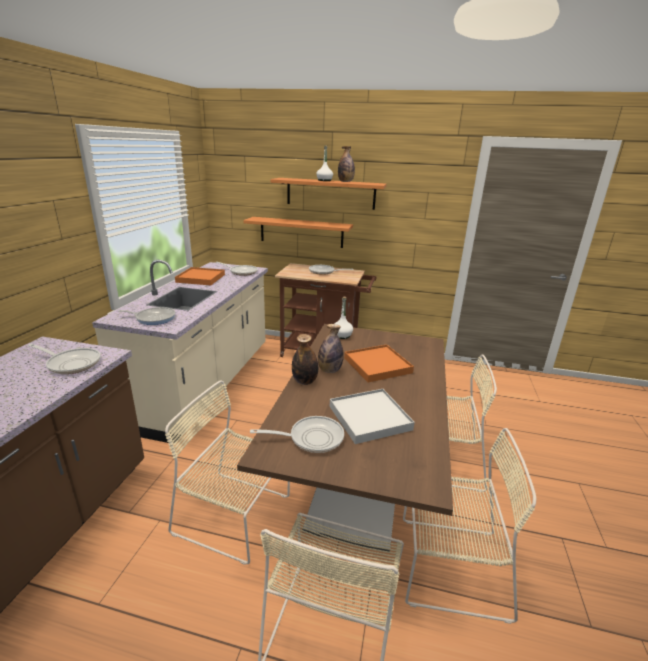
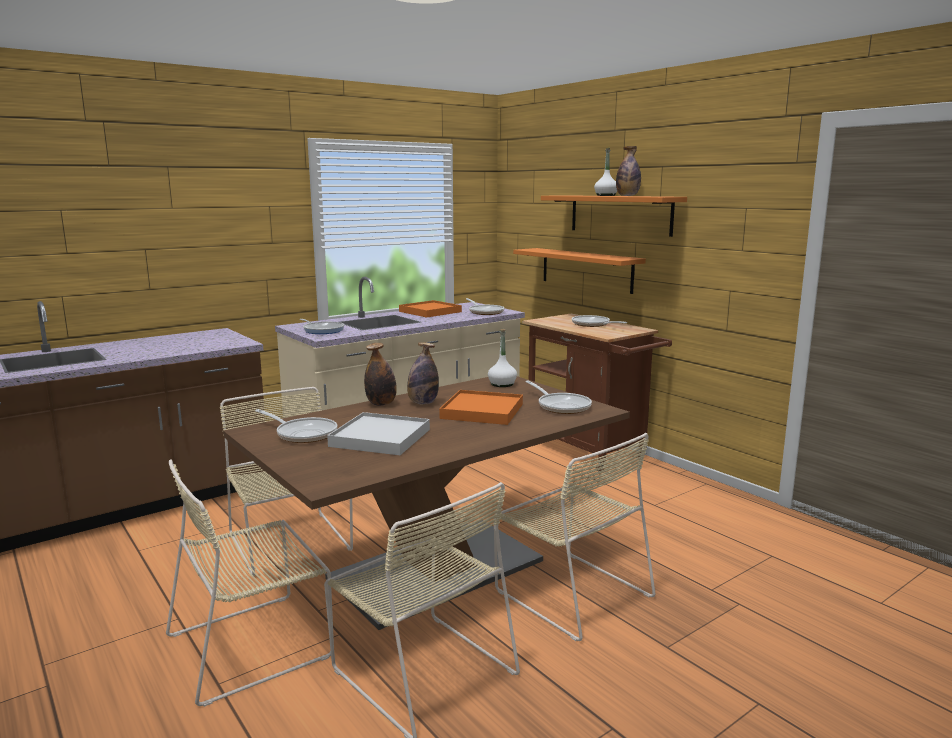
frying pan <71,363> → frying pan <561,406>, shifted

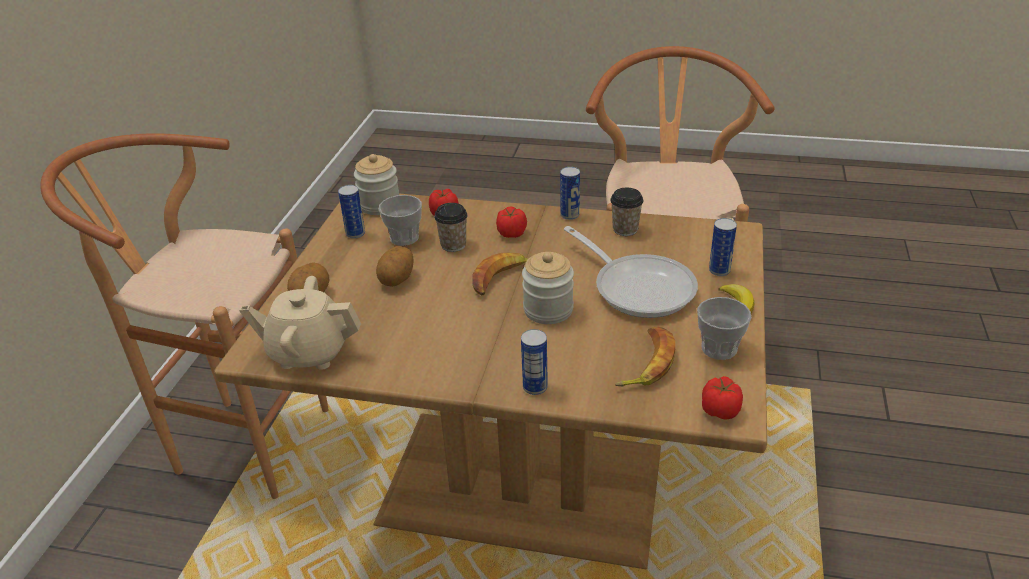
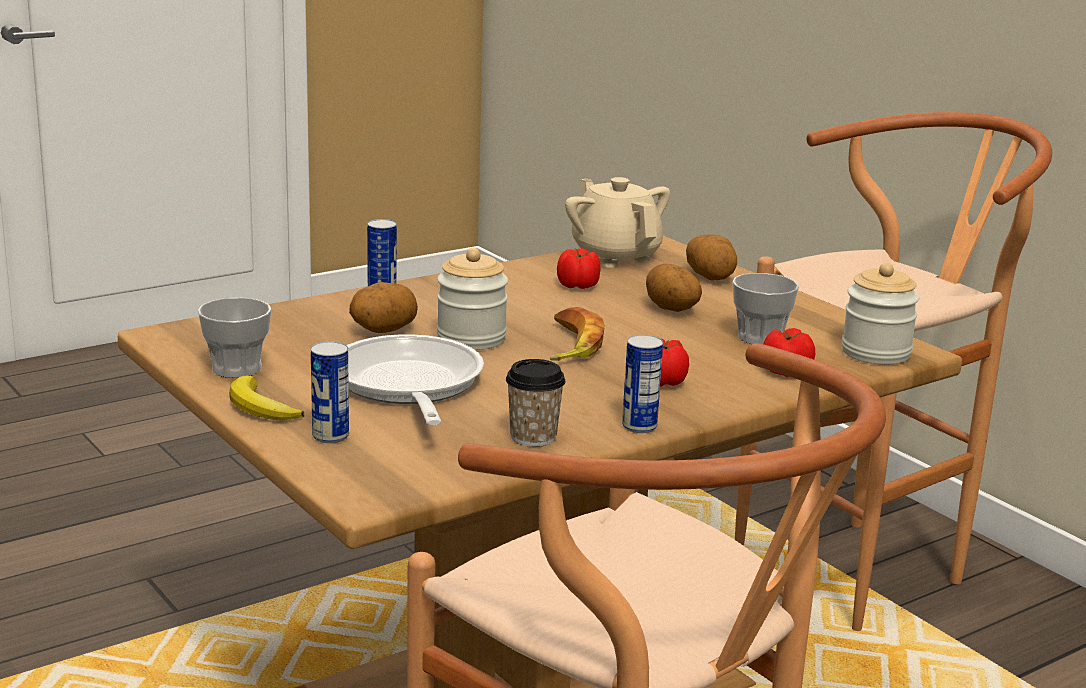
can <355,233> → -
cup <453,245> → -
banana <647,363> → -
- → potato <383,331>
tomato <720,409> → tomato <578,286>, shifted
teapot (beige) <309,352> → teapot (beige) <615,256>, 75 degrees counterclockwise
frying pan <638,287> → frying pan <407,386>, 75 degrees clockwise

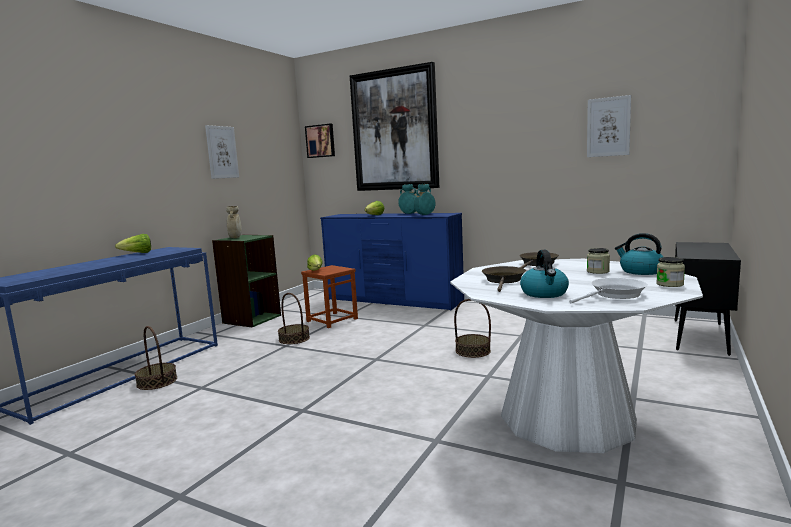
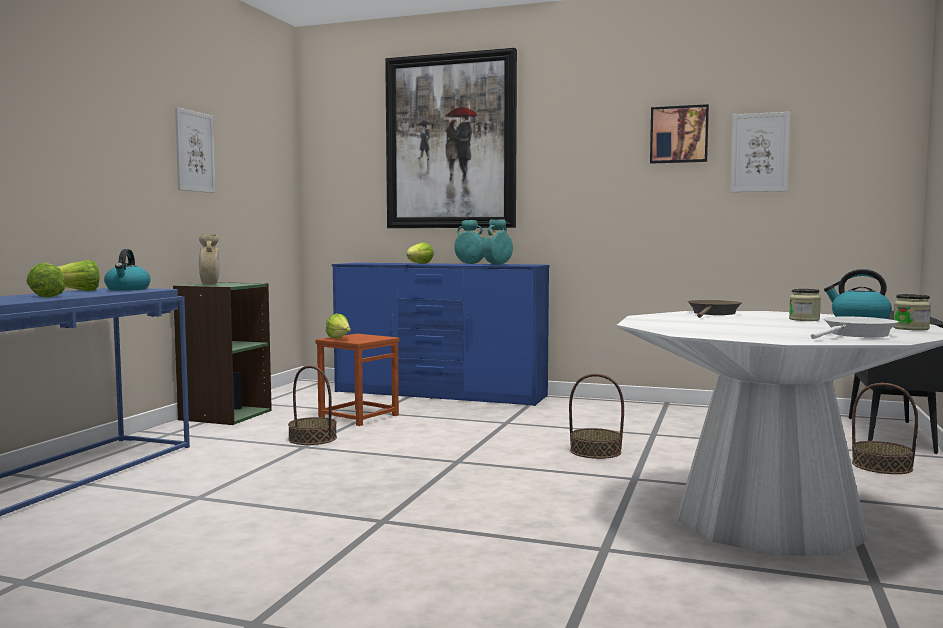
frying pan (brown) <504,280> → -
- → lettuce <47,296>
basket <157,382> → basket <882,466>, shifted
picture <320,141> → picture <679,134>, shifted
kettle <544,293> → kettle <128,289>, shifted

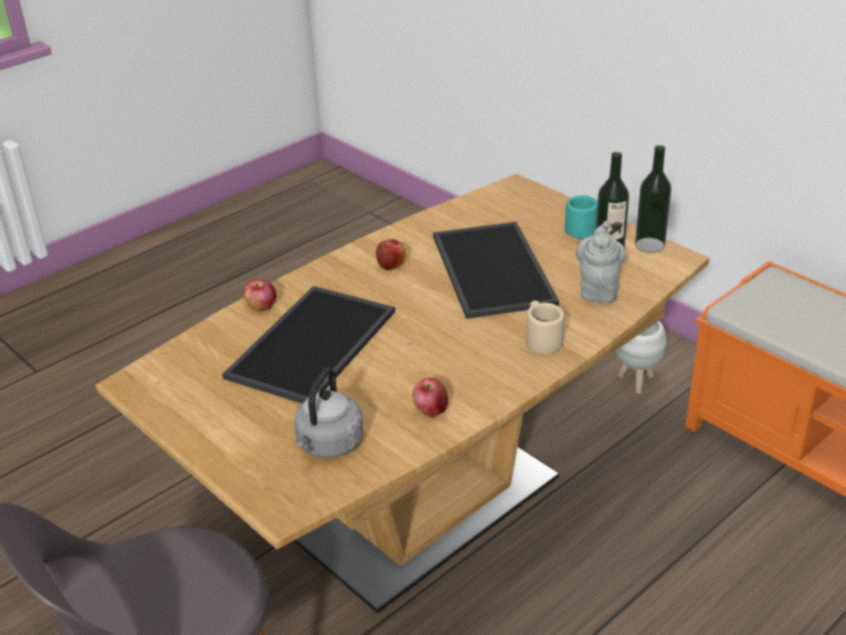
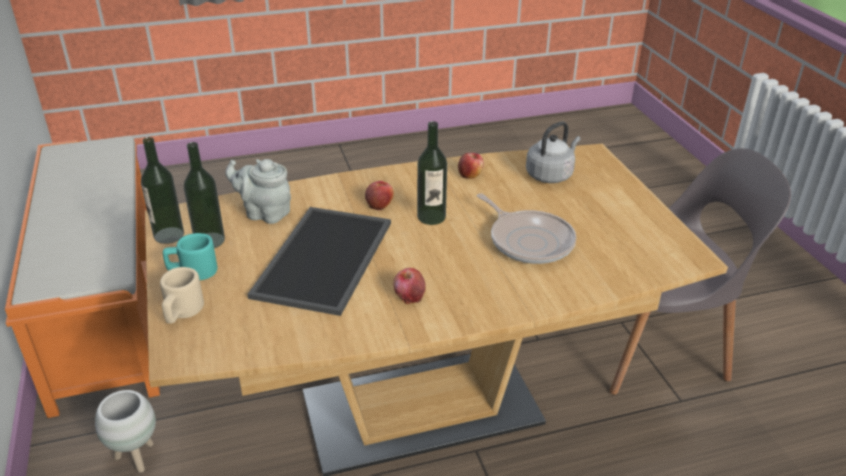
- → bottle <431,217>
apple <261,306> → apple <379,204>, shifted
mug (beige) <541,339> → mug (beige) <182,312>, shifted
tray <313,345> → frying pan <528,240>
teapot (grey) <598,289> → teapot (grey) <264,213>, 75 degrees clockwise

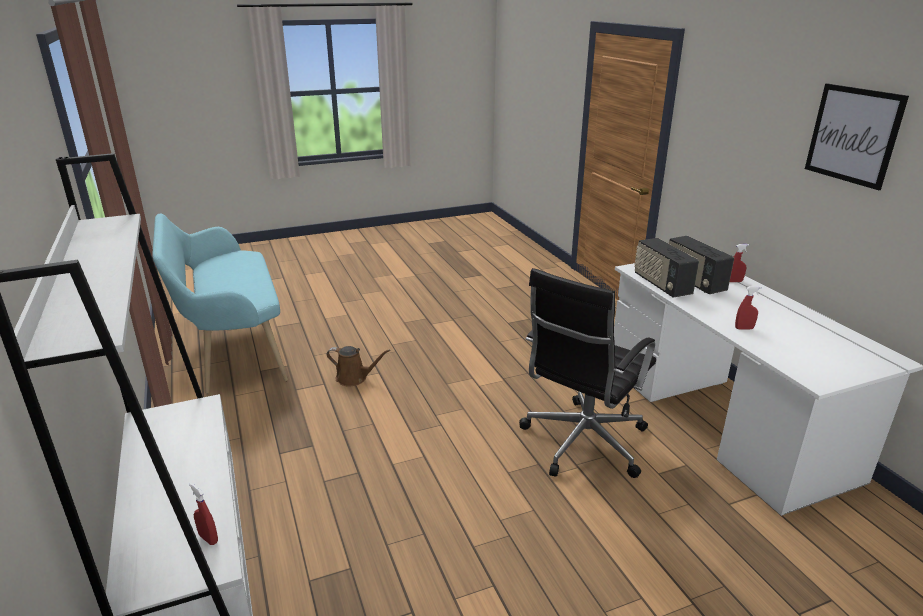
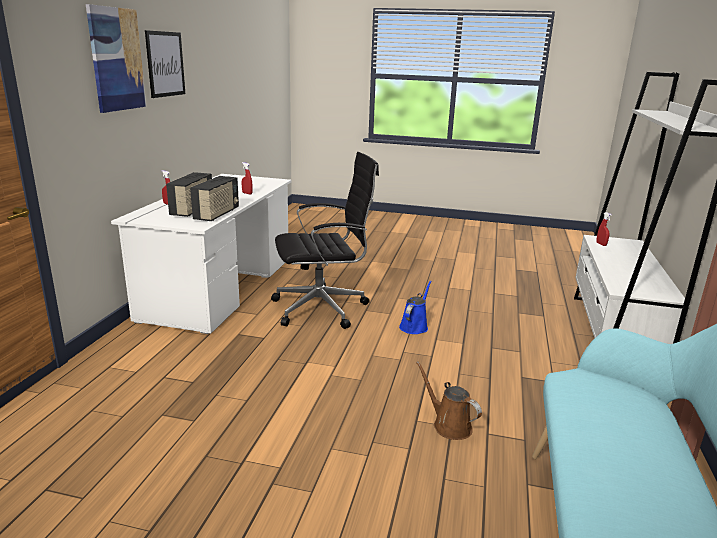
- → picture <116,59>
- → watering can (blue) <414,326>

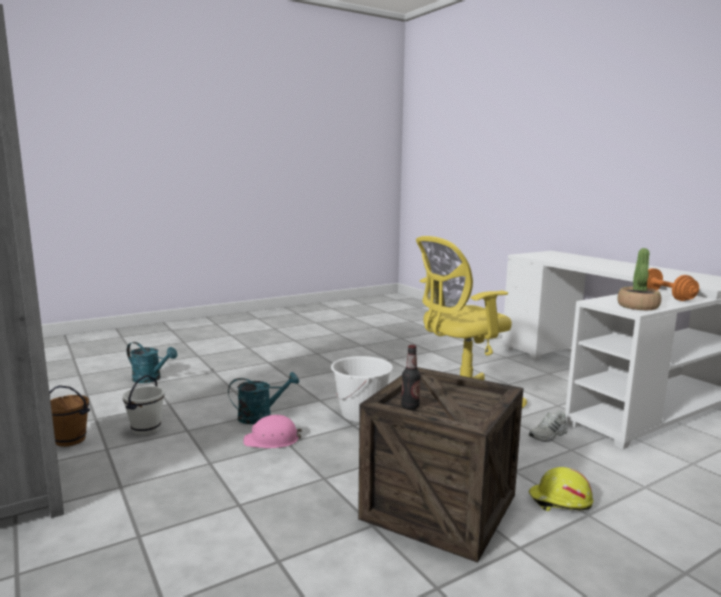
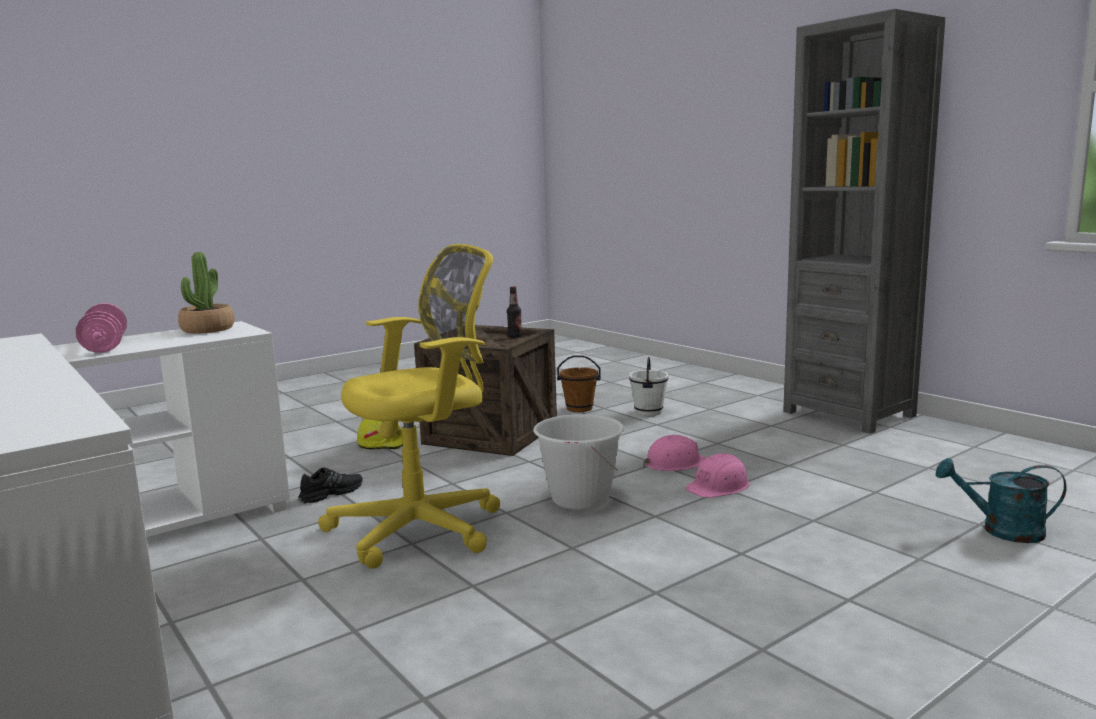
bucket (brown) <71,440> → bucket (brown) <579,409>, shifted
bucket (white) <146,429> → bucket (white) <649,412>, shifted
watering can (turquoise) <261,416> → hard hat (pink) <719,486>
shoe (white) <548,435> → shoe (black) <331,493>
dumbbell (orange) <665,296> → dumbbell (pink) <105,346>

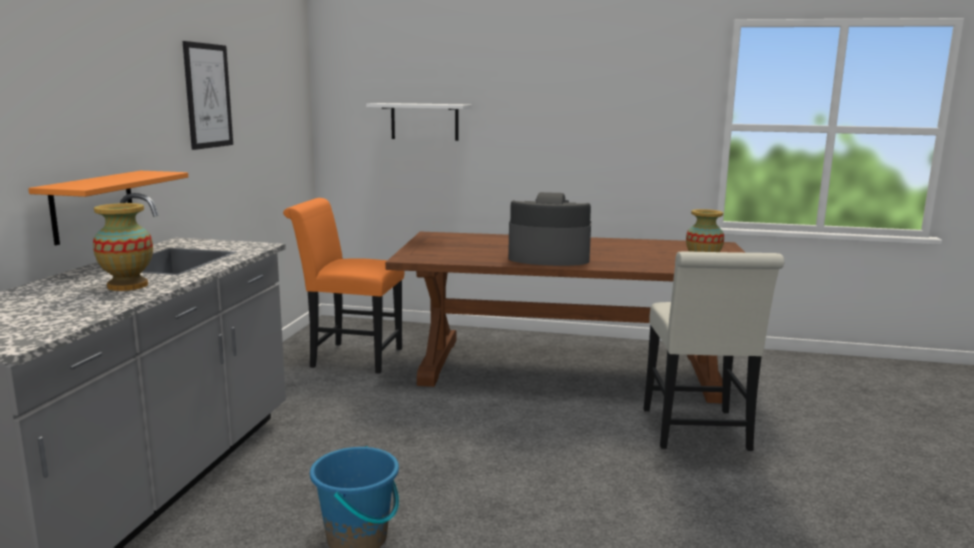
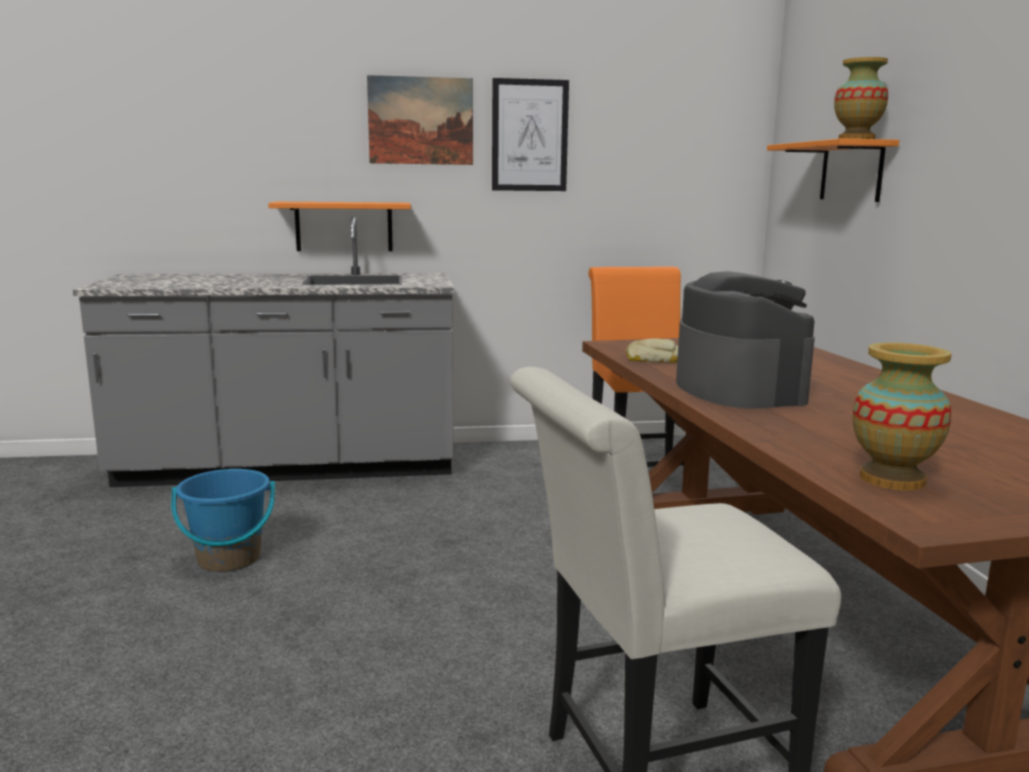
- → picture <420,121>
- → bread <653,359>
vase <127,286> → vase <856,139>, shifted
shelf (white) <424,121> → shelf (orange) <851,172>

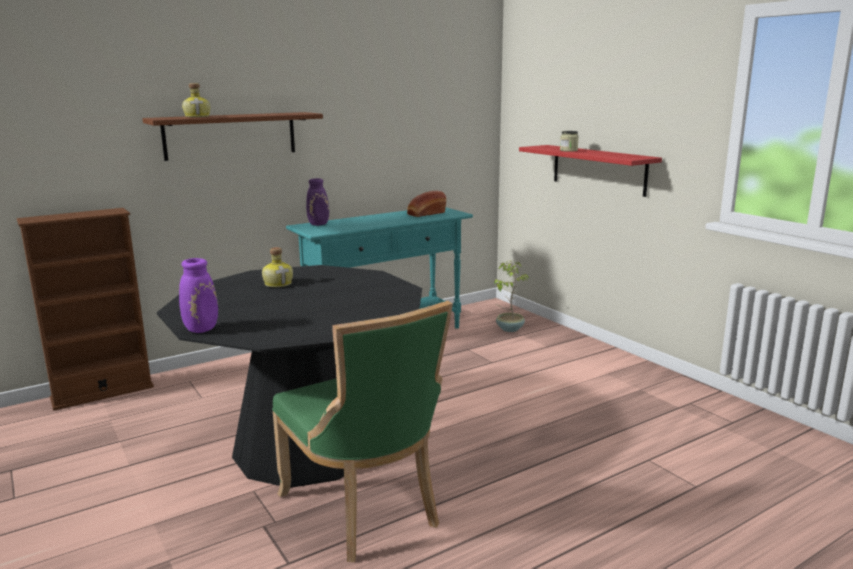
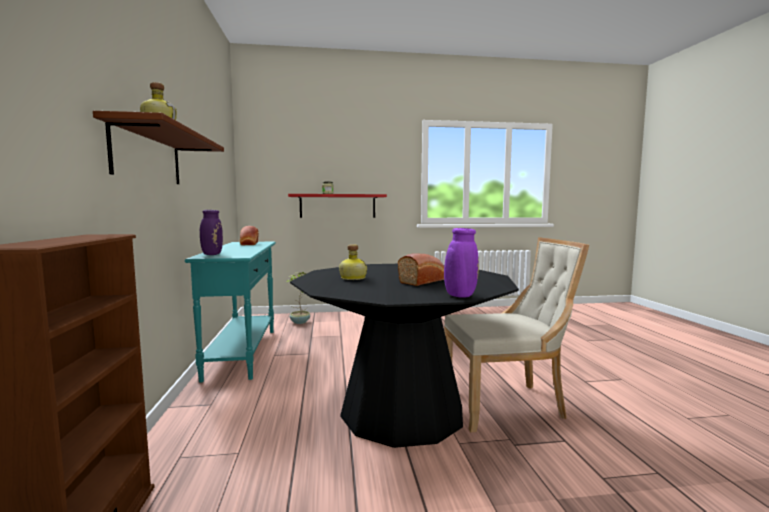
- → bread <423,281>
chair (green) <365,511> → chair (beige) <506,404>

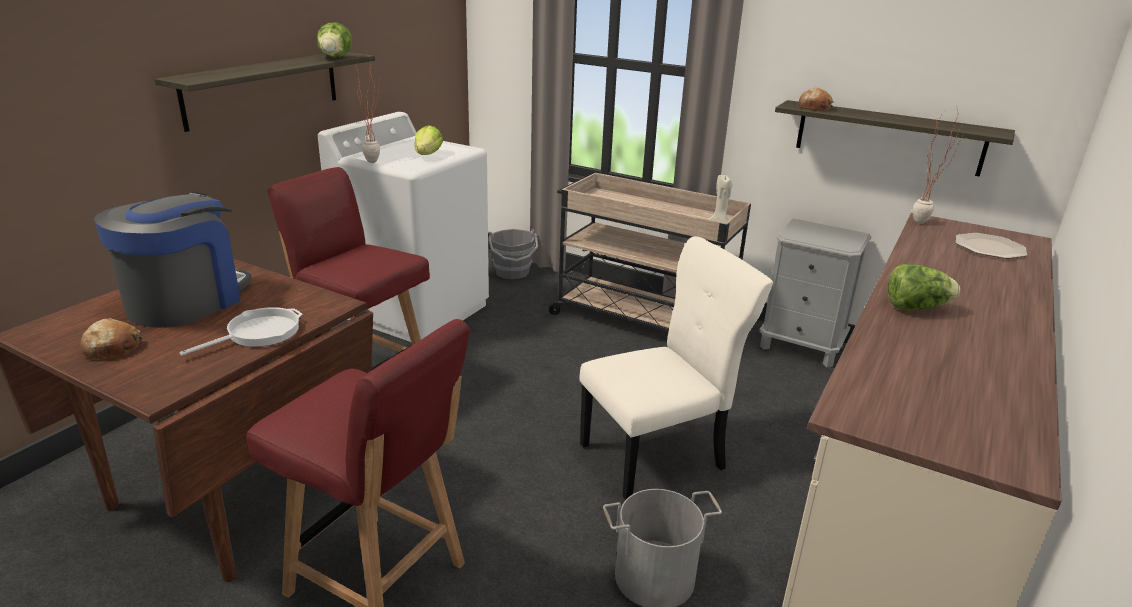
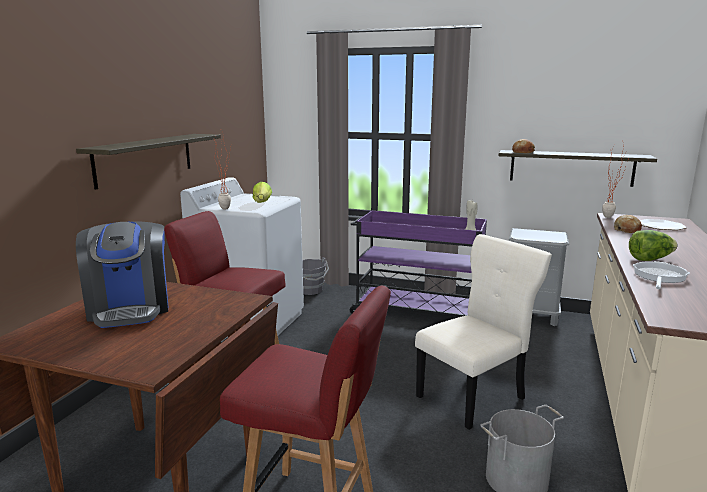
lettuce <335,58> → -
bread <112,348> → bread <627,230>, shifted
frying pan <258,333> → frying pan <659,276>, shifted
cart (beige) <641,321> → cart (purple) <416,311>
coffee machine <186,301> → coffee machine <130,308>, 150 degrees clockwise

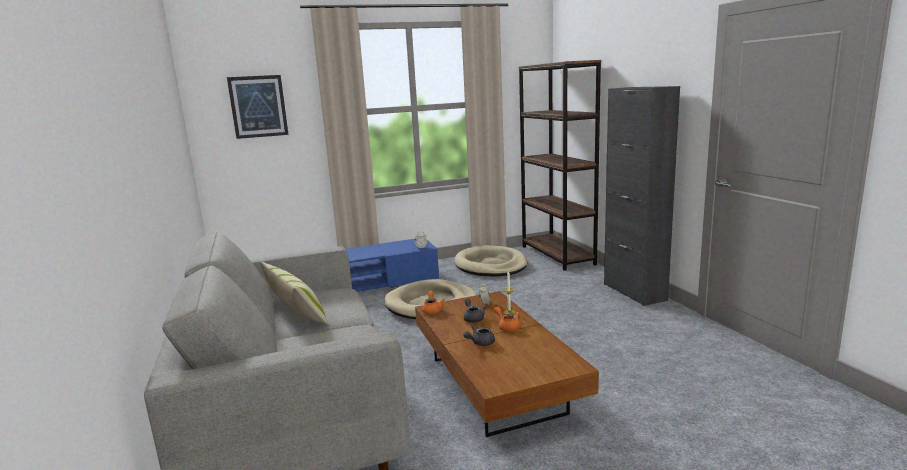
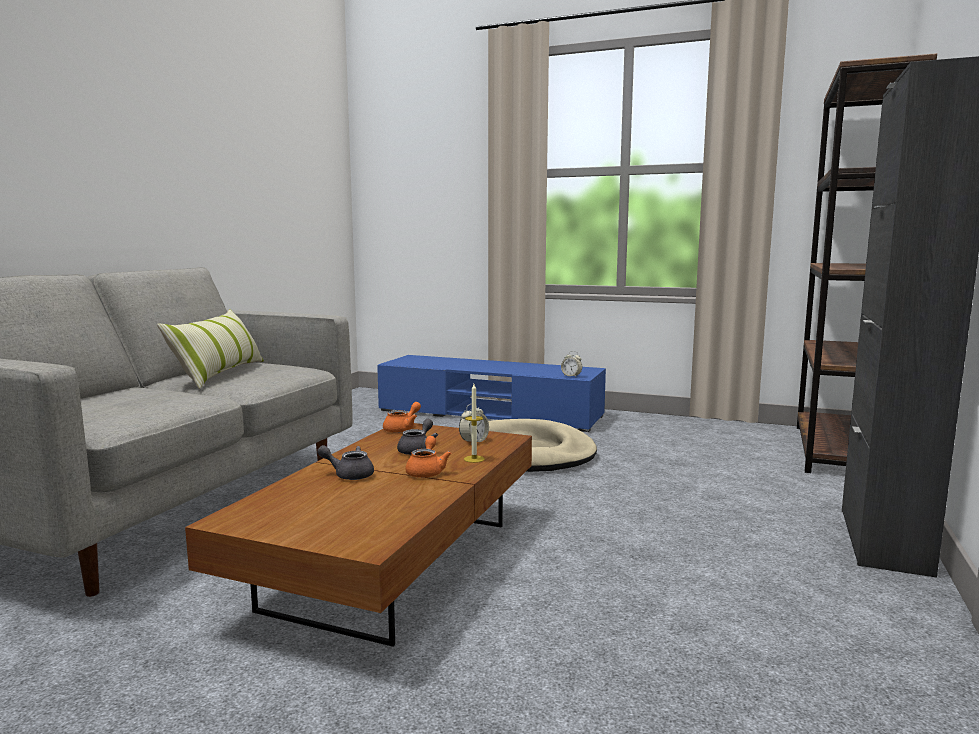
picture <258,106> → -
dog bed (beige) <490,265> → -

